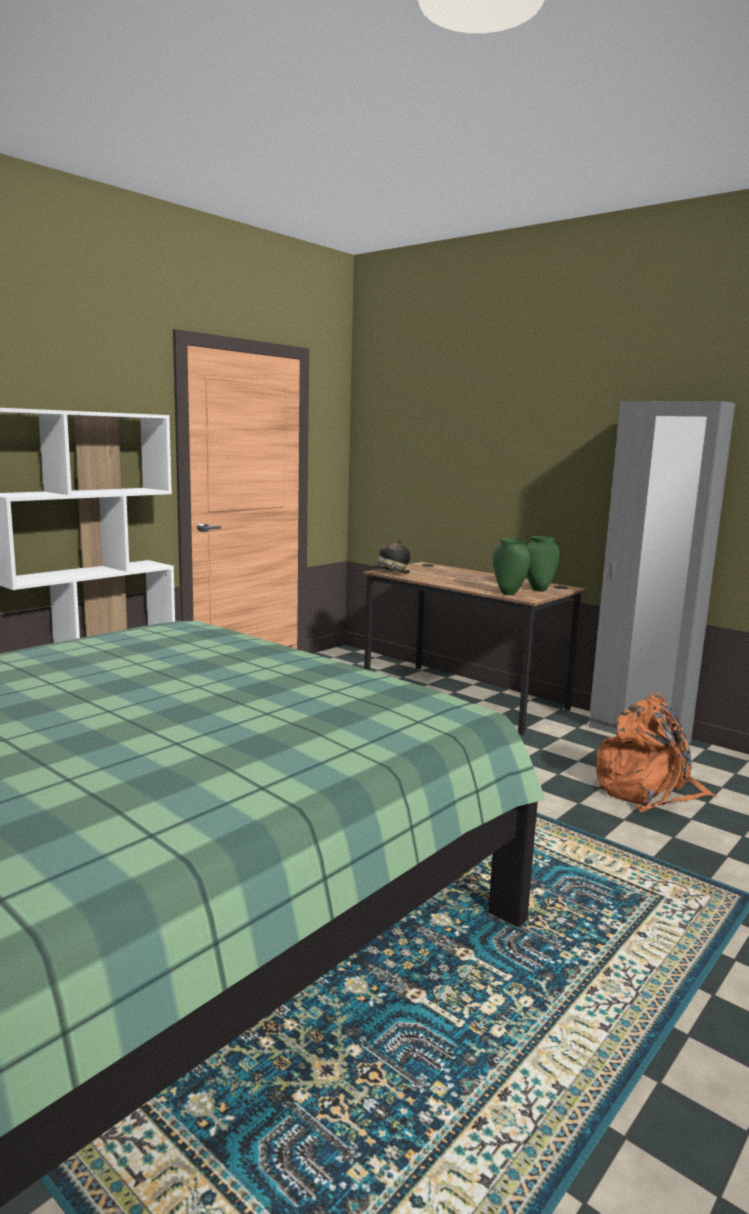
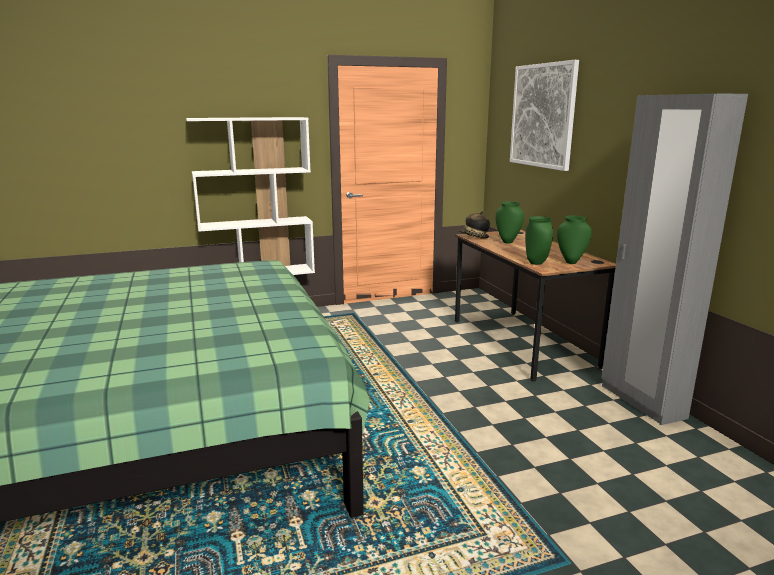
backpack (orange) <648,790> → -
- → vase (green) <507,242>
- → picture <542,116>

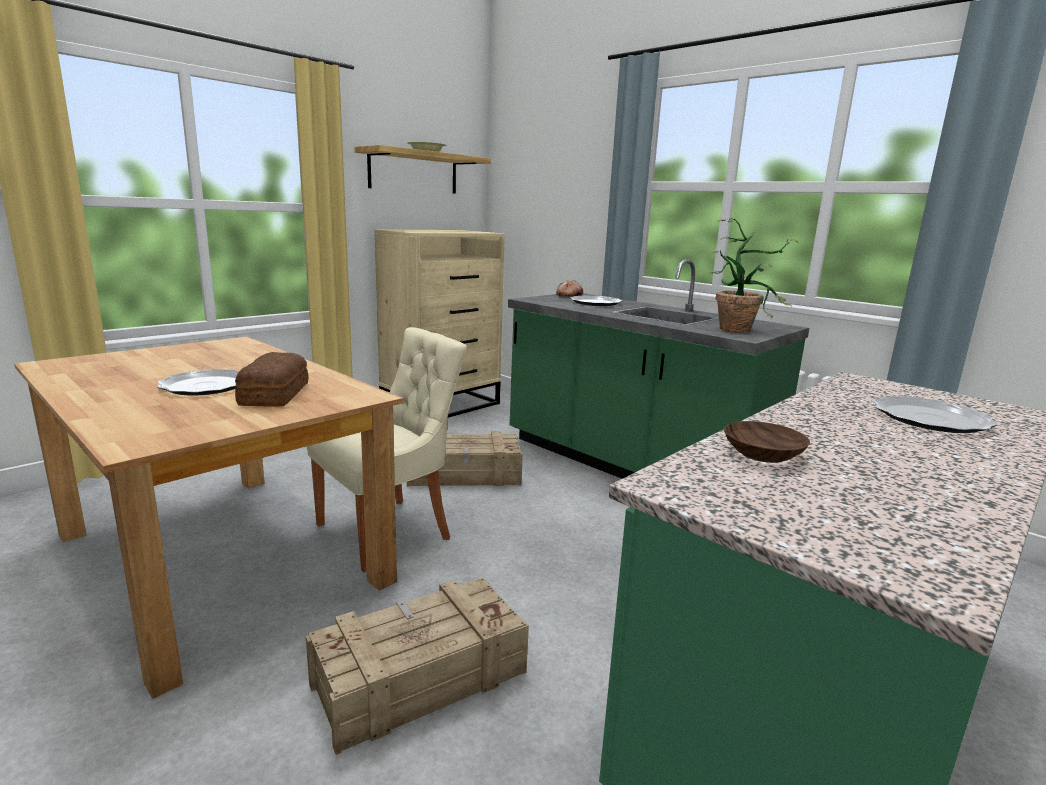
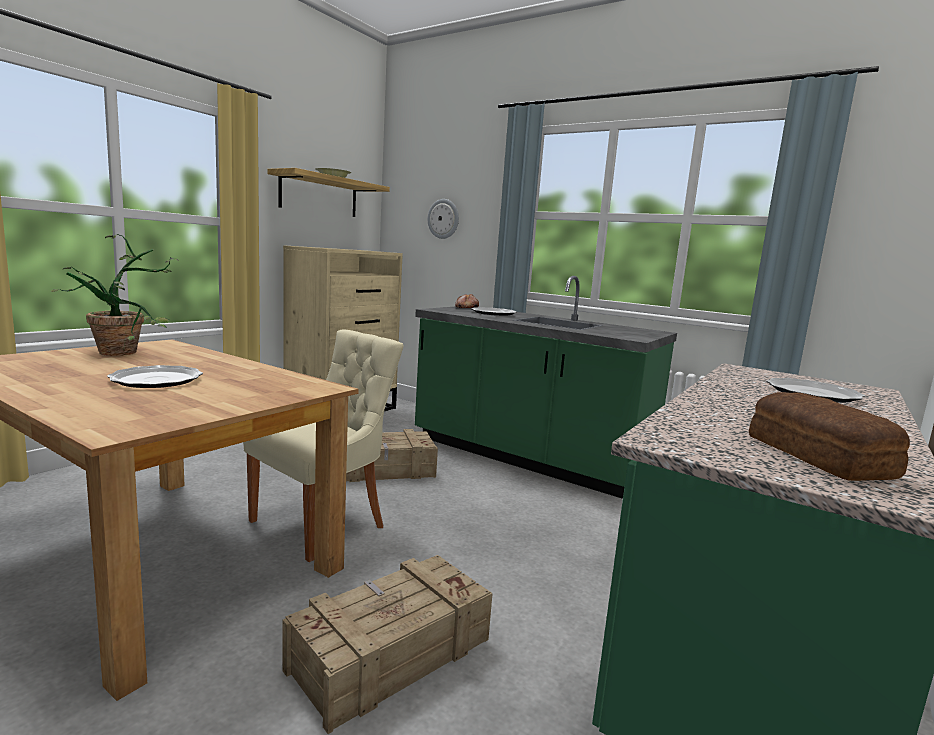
bowl (brown) <764,455> → -
- → wall clock <443,219>
bread <272,394> → bread <818,457>, shifted
potted plant <740,329> → potted plant <128,352>, shifted

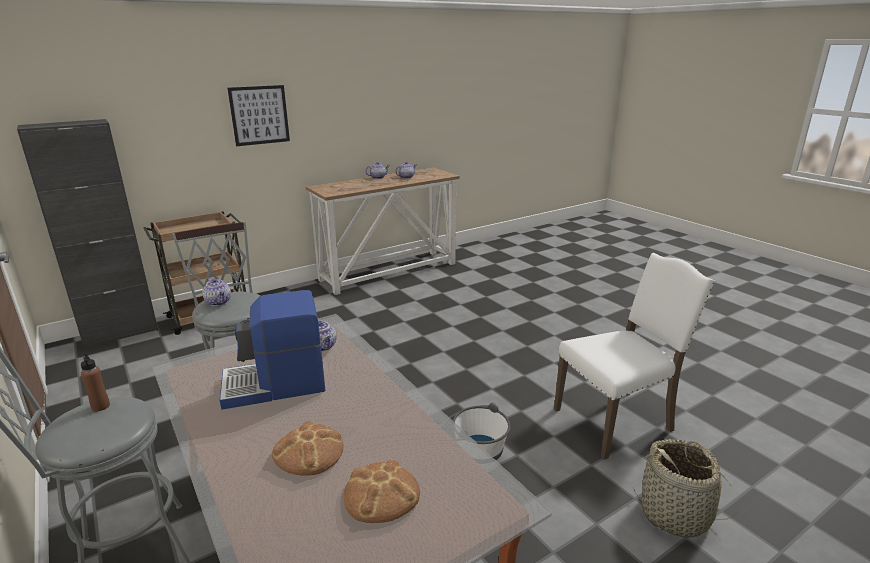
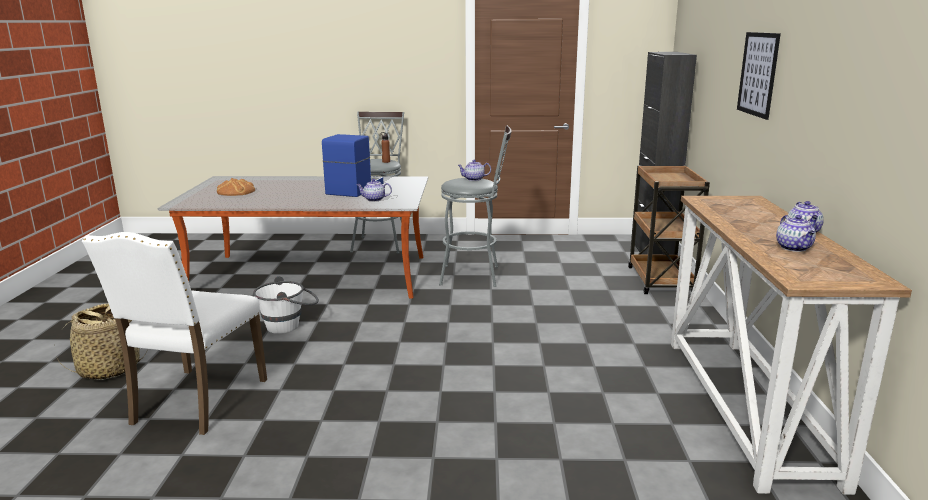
bread <309,452> → -

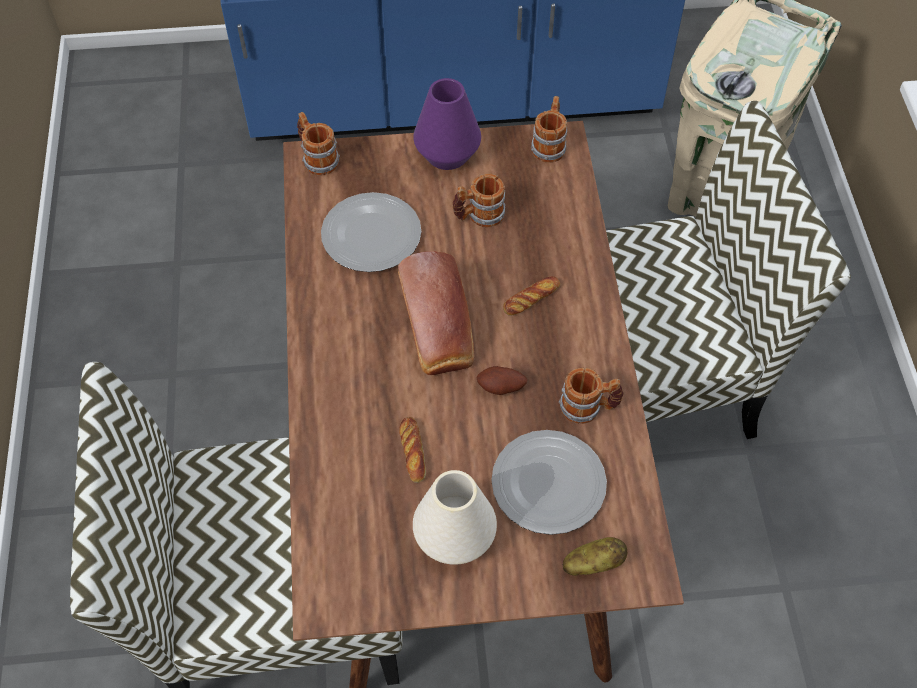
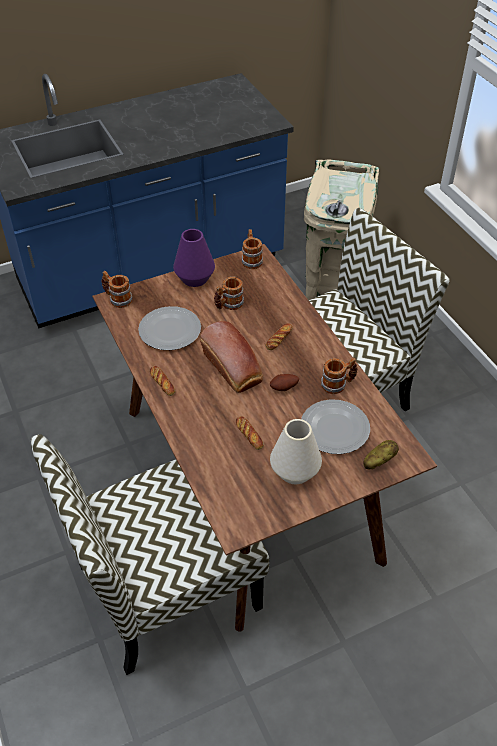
- → bread <162,382>

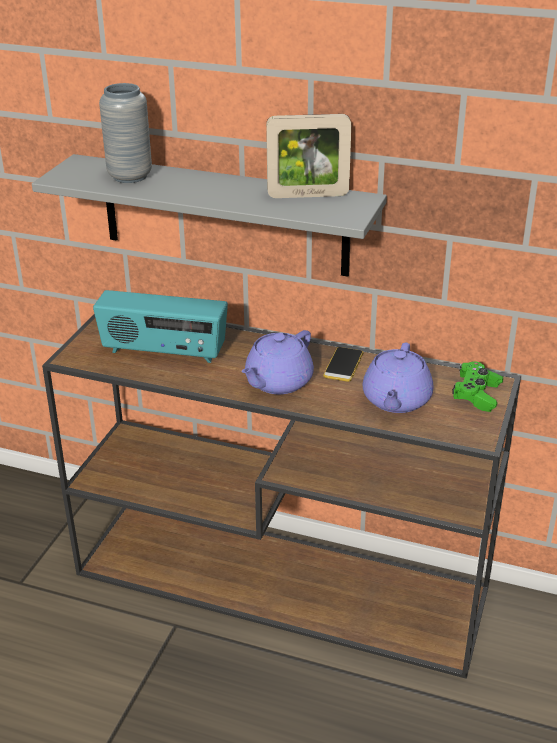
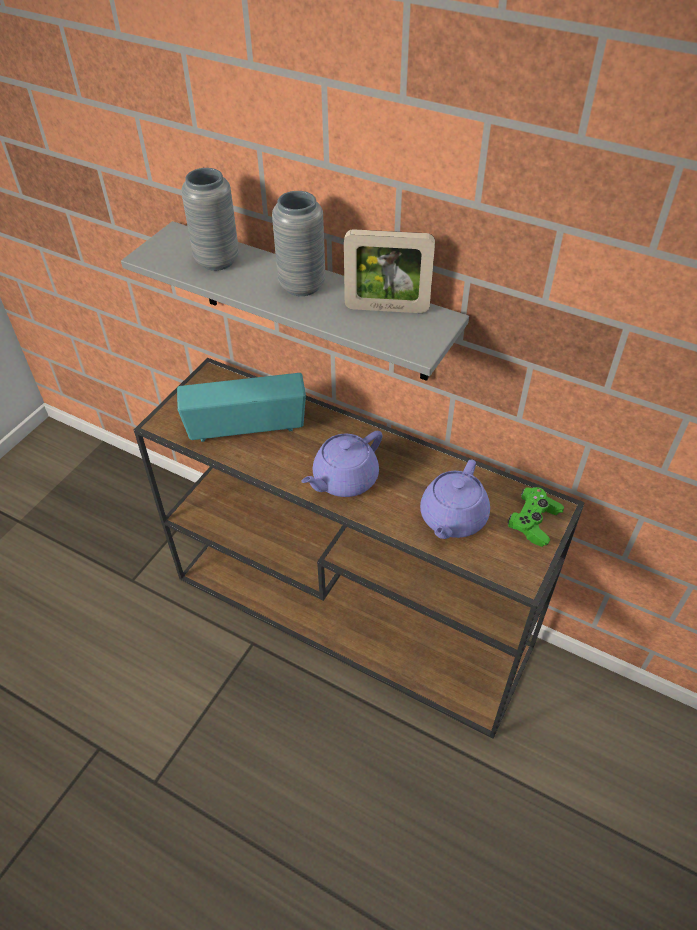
phone <343,365> → -
- → vase (grey) <302,286>
radio <164,352> → radio <246,427>, 150 degrees clockwise

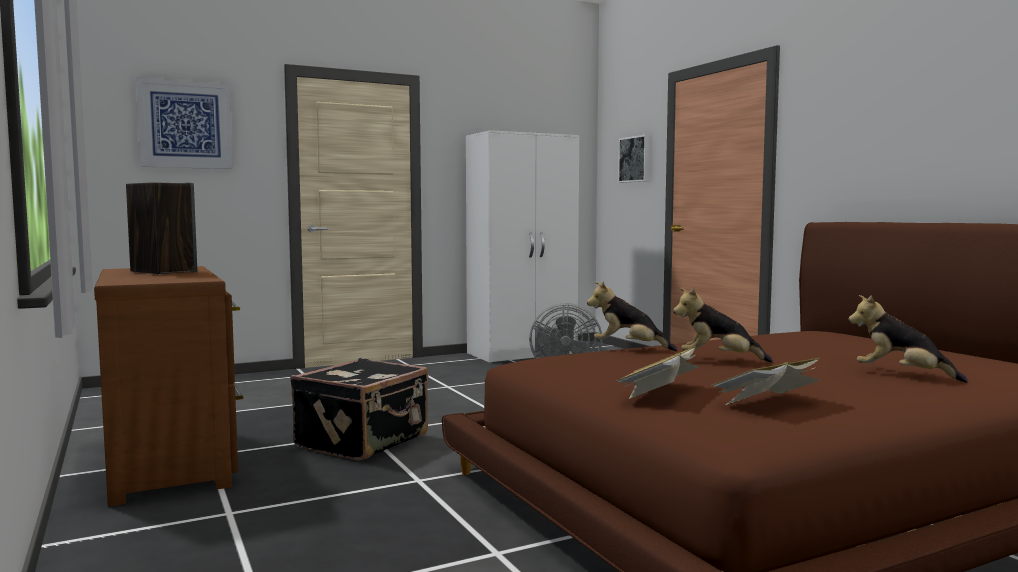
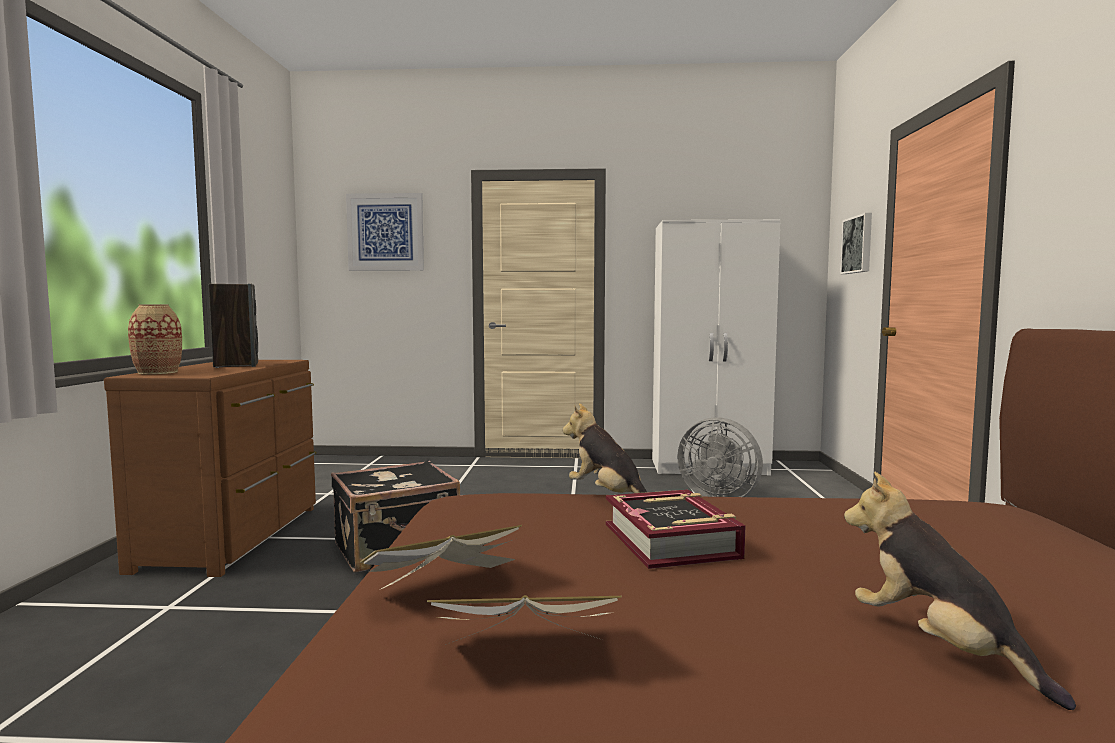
- → vase <158,372>
plush toy <718,360> → book <671,541>

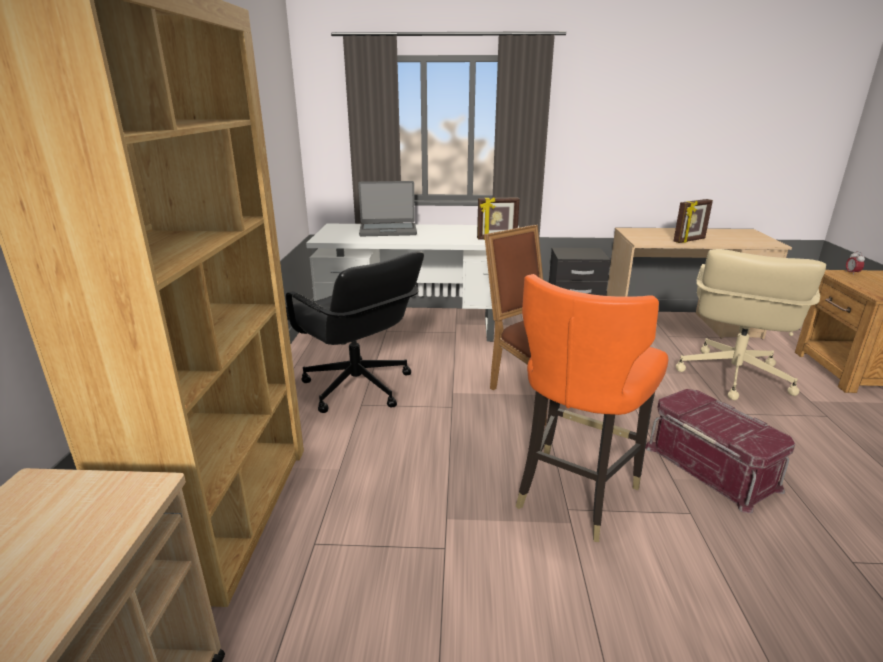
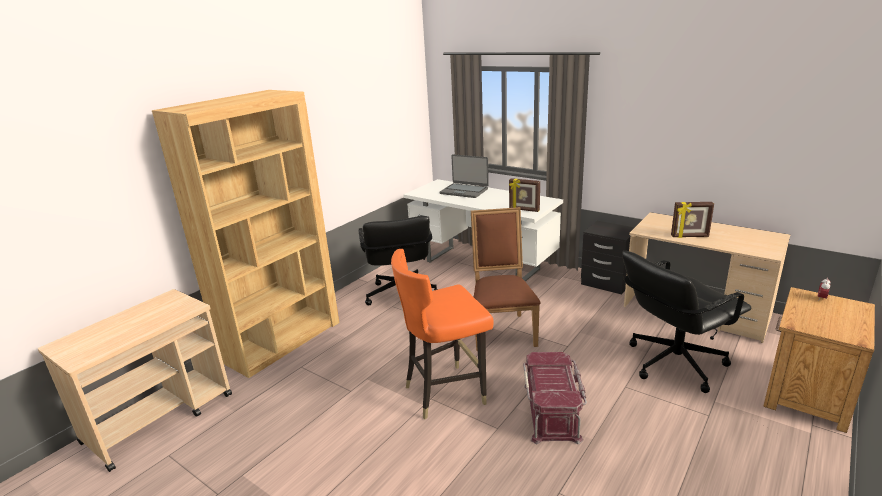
office chair (beige) <732,376> → office chair (black) <674,363>

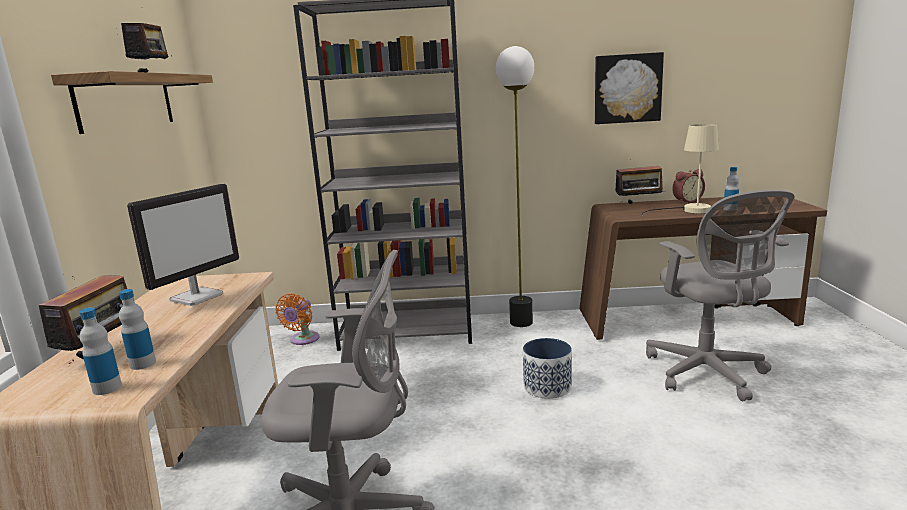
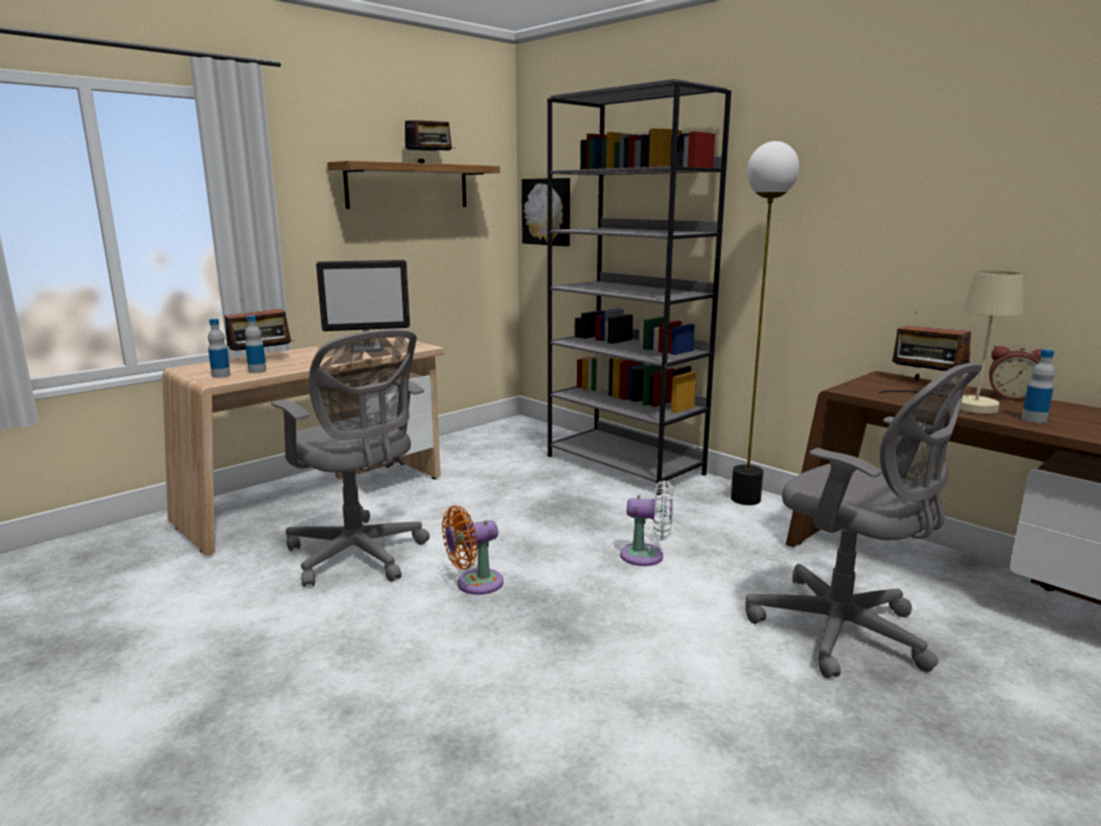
fan (orange) <303,340> → fan (orange) <474,584>, shifted
picture <627,88> → picture <547,212>, shifted
planter <547,387> → fan (white) <647,556>
office chair (grey) <708,373> → office chair (grey) <845,633>, 75 degrees counterclockwise

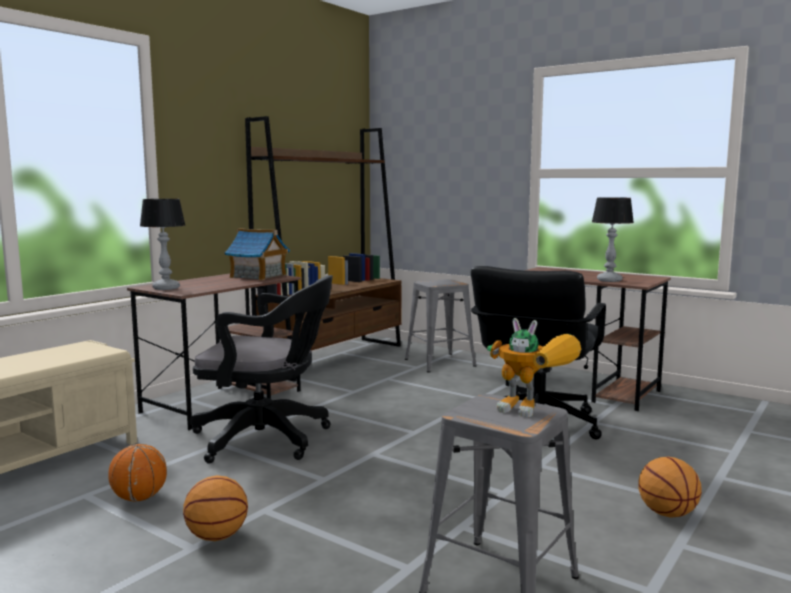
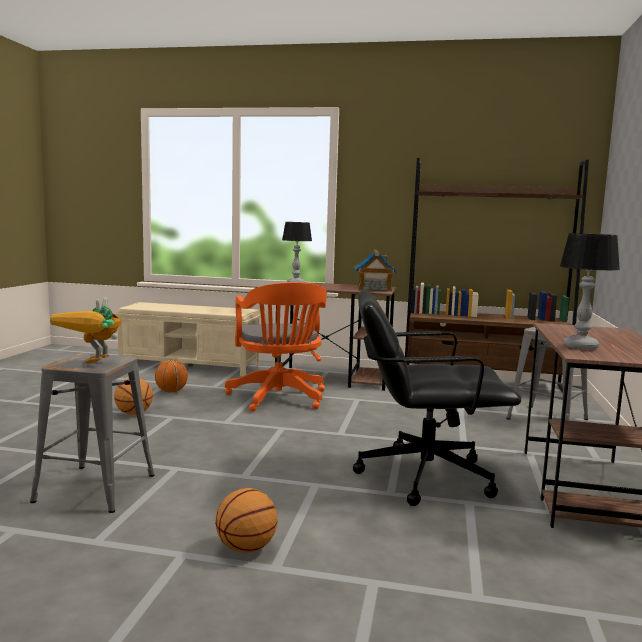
office chair (black) <268,439> → office chair (orange) <279,399>

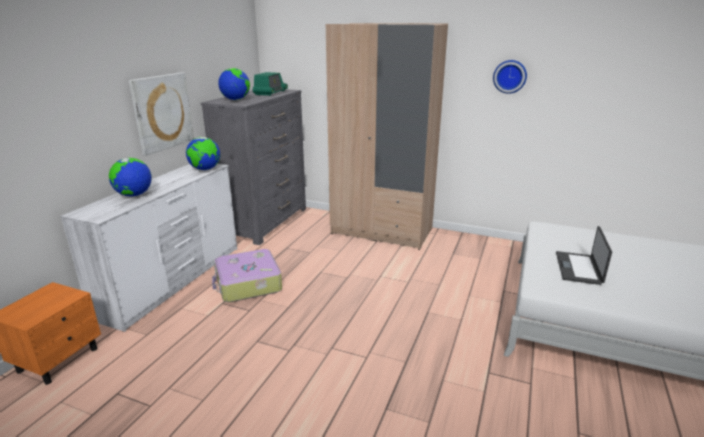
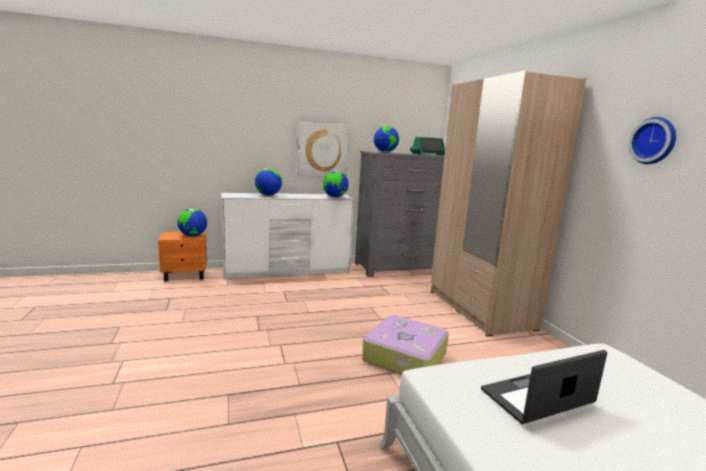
- → globe <192,236>
suitcase <247,284> → suitcase <403,357>, shifted

